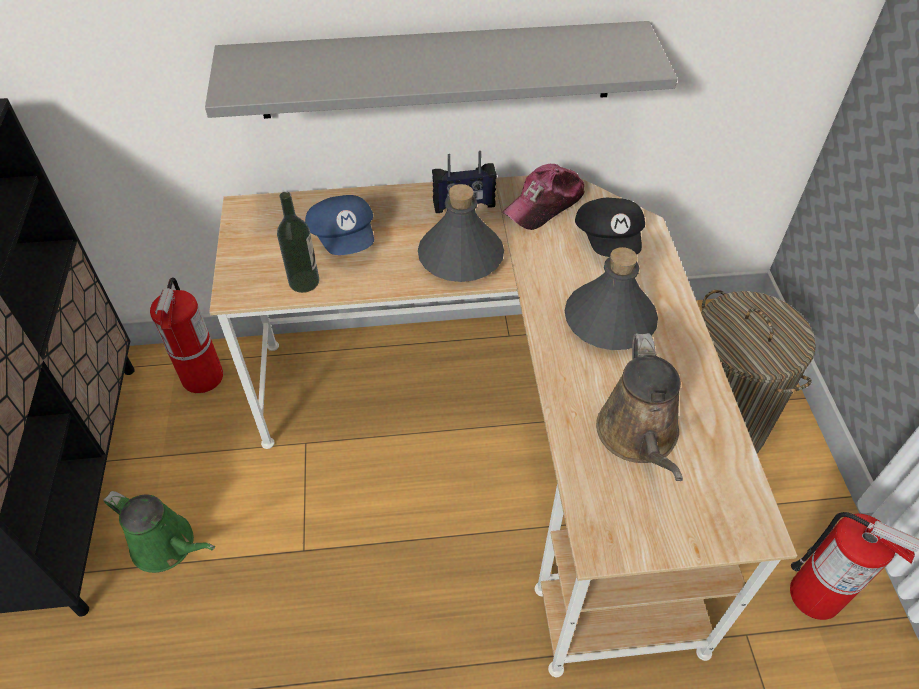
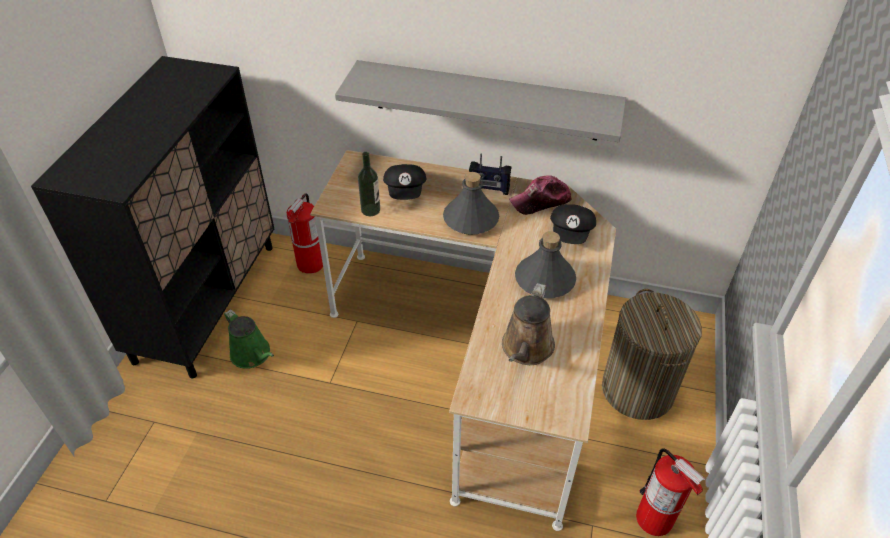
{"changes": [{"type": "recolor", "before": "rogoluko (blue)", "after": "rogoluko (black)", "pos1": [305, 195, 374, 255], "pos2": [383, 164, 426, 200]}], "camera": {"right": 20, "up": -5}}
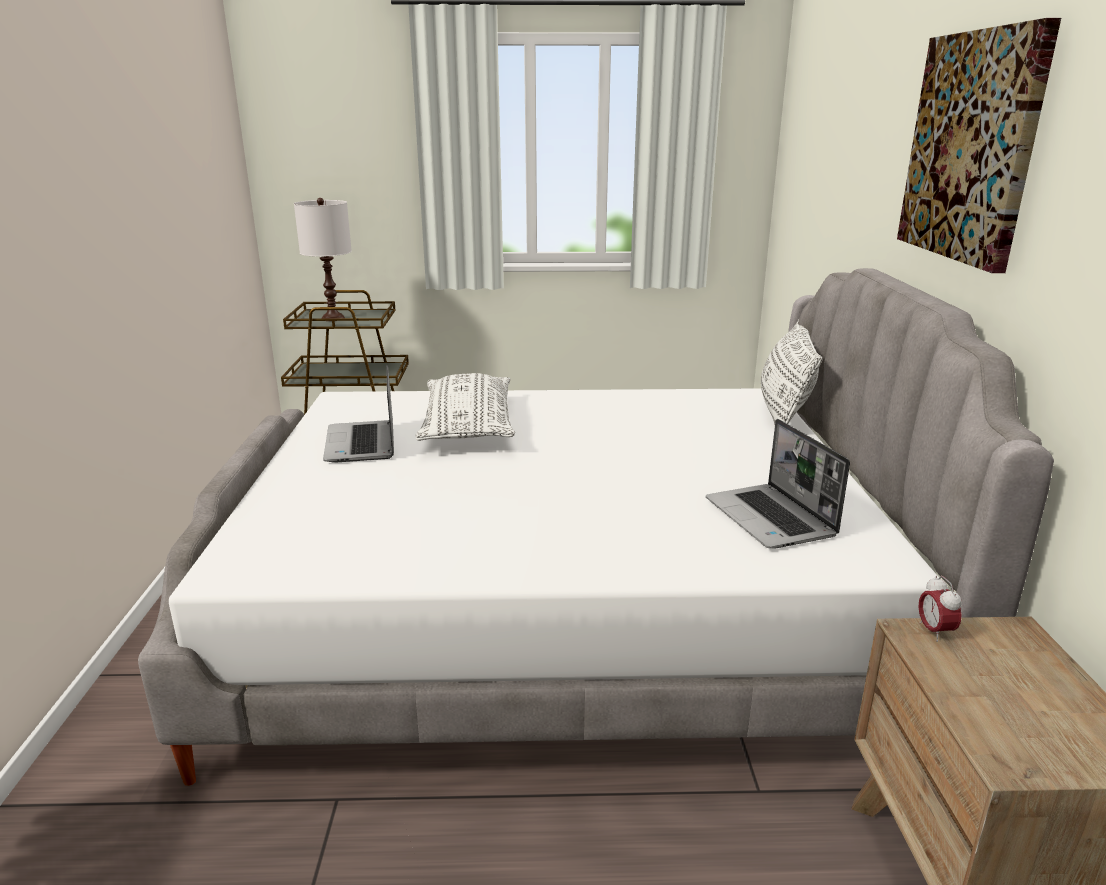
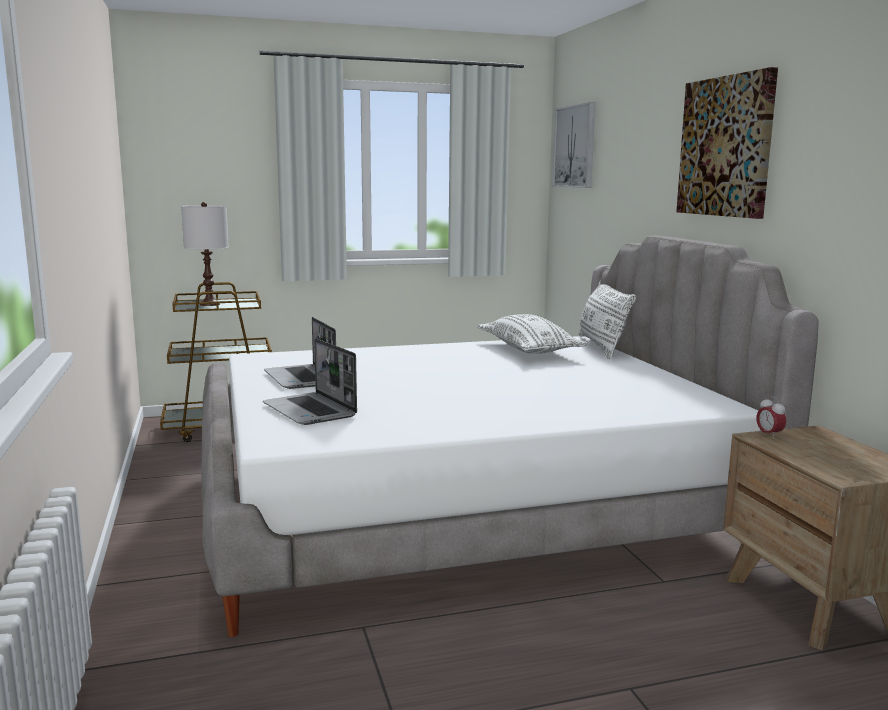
{"changes": [{"type": "move", "before": "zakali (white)", "pos1": [415, 373, 515, 441], "pos2": [477, 314, 587, 354]}, {"type": "move", "before": "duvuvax", "pos1": [706, 419, 850, 548], "pos2": [263, 338, 357, 425]}, {"type": "insert", "after": "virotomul", "pos2": [552, 102, 596, 188]}], "camera": {"right": -15, "up": -10}}
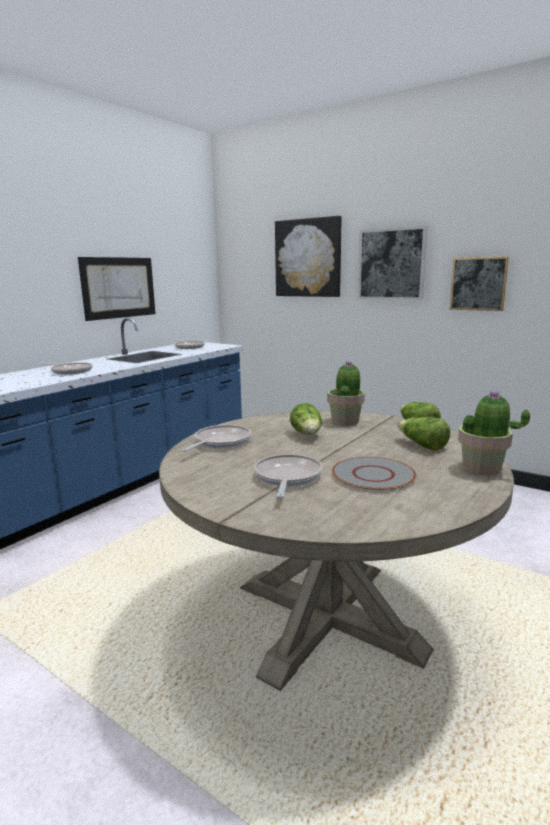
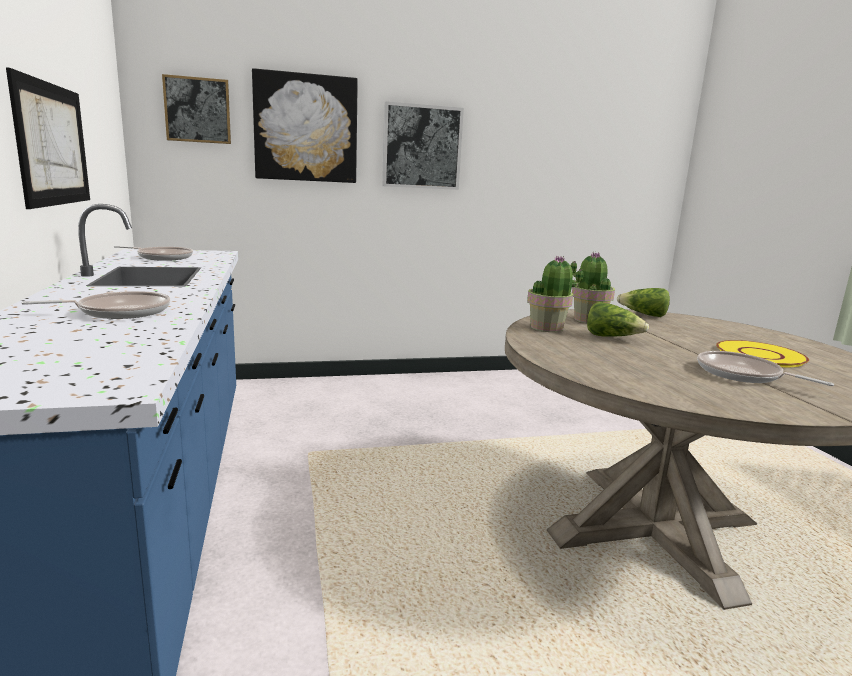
{"changes": [{"type": "delete", "before": "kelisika", "pos1": [182, 425, 251, 452]}, {"type": "recolor", "before": "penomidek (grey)", "after": "penomidek (yellow)", "pos1": [332, 457, 416, 491], "pos2": [716, 340, 809, 367]}, {"type": "delete", "before": "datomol", "pos1": [398, 417, 450, 451]}, {"type": "move", "before": "virotomul", "pos1": [450, 256, 509, 311], "pos2": [162, 74, 231, 144]}, {"type": "move", "before": "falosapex", "pos1": [458, 391, 530, 475], "pos2": [527, 256, 584, 332]}], "camera": {"right": -50, "up": 0}}
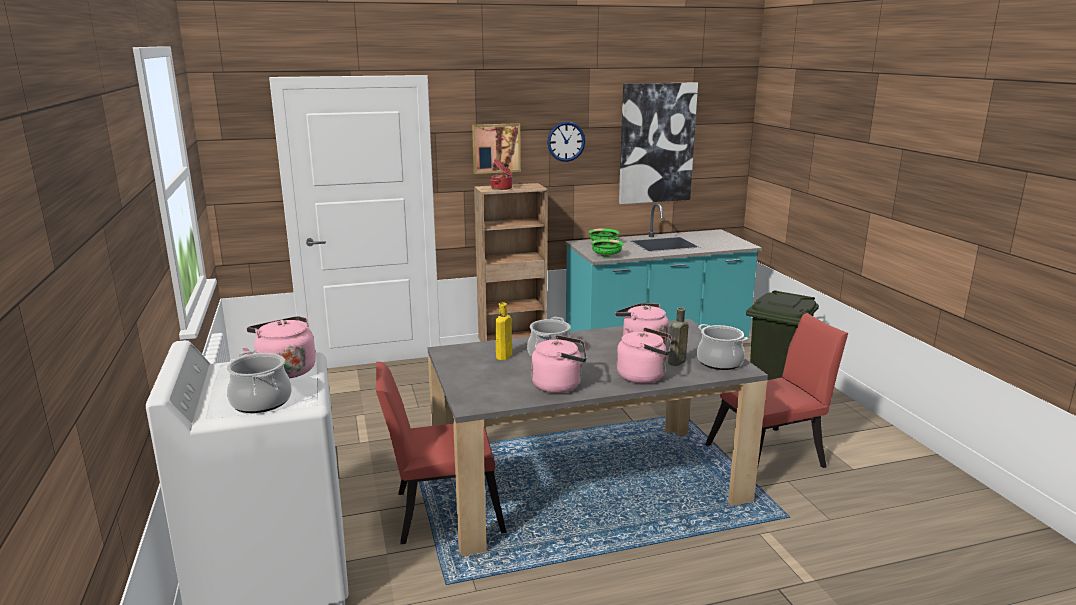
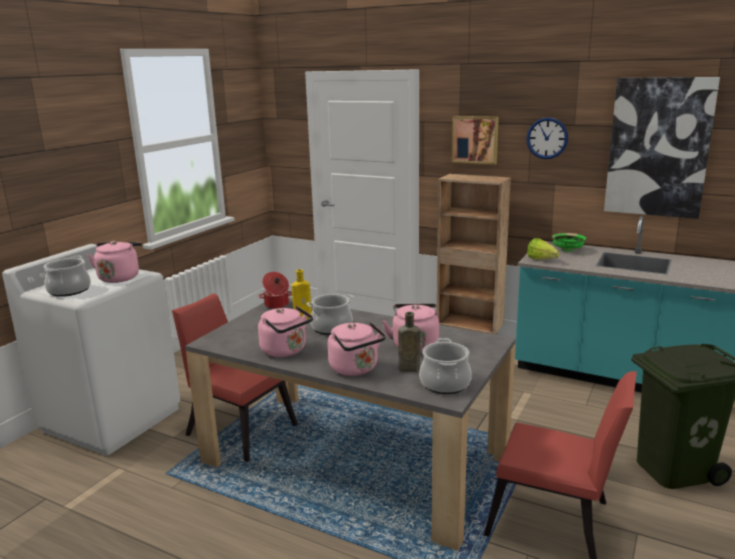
{"changes": [{"type": "move", "before": "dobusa", "pos1": [491, 159, 513, 190], "pos2": [259, 272, 292, 309]}, {"type": "replace", "before": "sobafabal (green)", "after": "datomol", "pos1": [591, 239, 623, 257], "pos2": [527, 238, 560, 260]}], "camera": {"right": 45, "up": 0}}
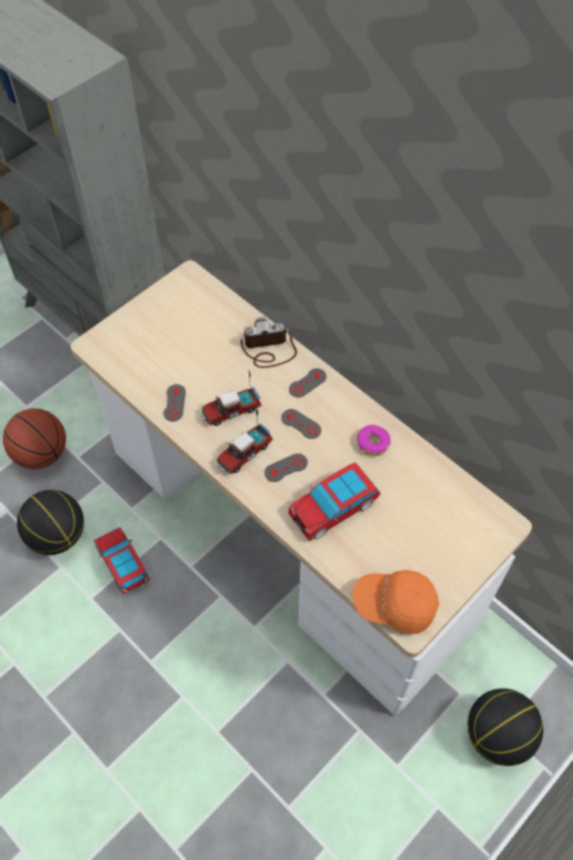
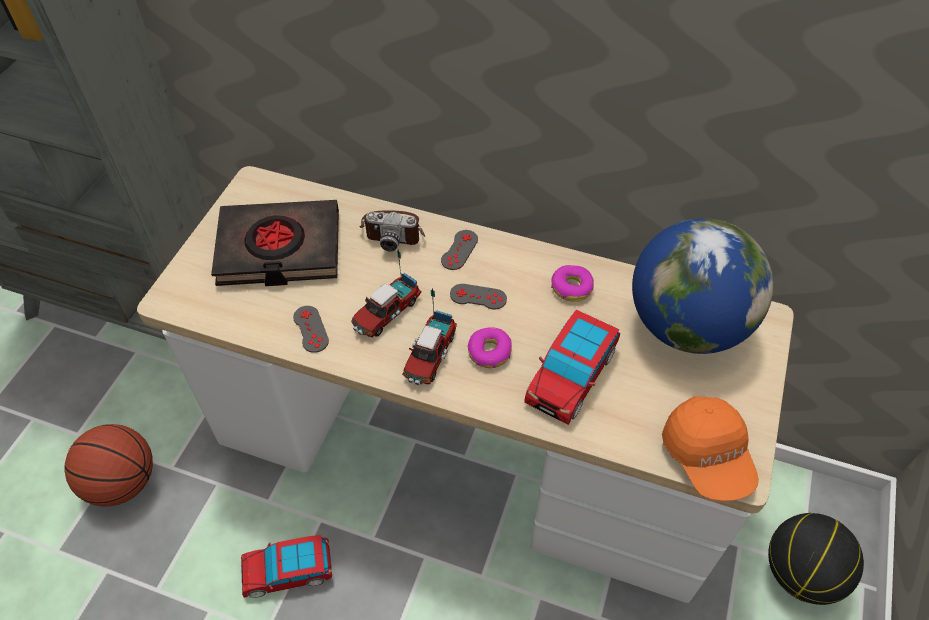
{"changes": [{"type": "delete", "before": "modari", "pos1": [17, 490, 84, 555]}, {"type": "rotate", "before": "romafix", "pos1": [94, 527, 150, 594], "pos2": [241, 535, 332, 598], "turn": -45}, {"type": "rotate", "before": "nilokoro", "pos1": [240, 317, 297, 368], "pos2": [359, 210, 425, 252], "turn": -135}, {"type": "replace", "before": "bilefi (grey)", "after": "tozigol", "pos1": [264, 453, 308, 482], "pos2": [468, 327, 512, 368]}, {"type": "rotate", "before": "rogoluko (orange)", "pos1": [352, 570, 439, 634], "pos2": [662, 396, 759, 501], "turn": -90}, {"type": "insert", "after": "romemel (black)", "pos2": [211, 200, 339, 286]}, {"type": "insert", "after": "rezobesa", "pos2": [632, 218, 773, 354]}], "camera": {"right": -25, "up": -5}}
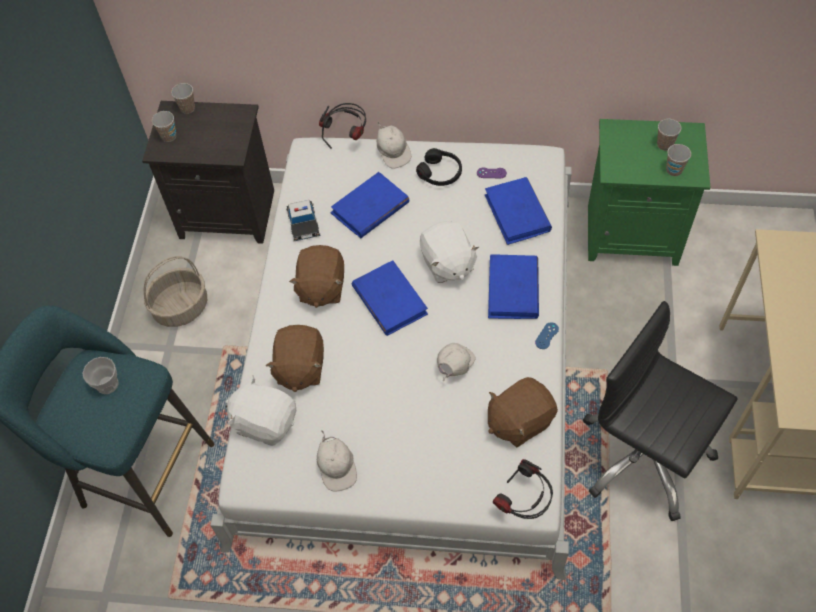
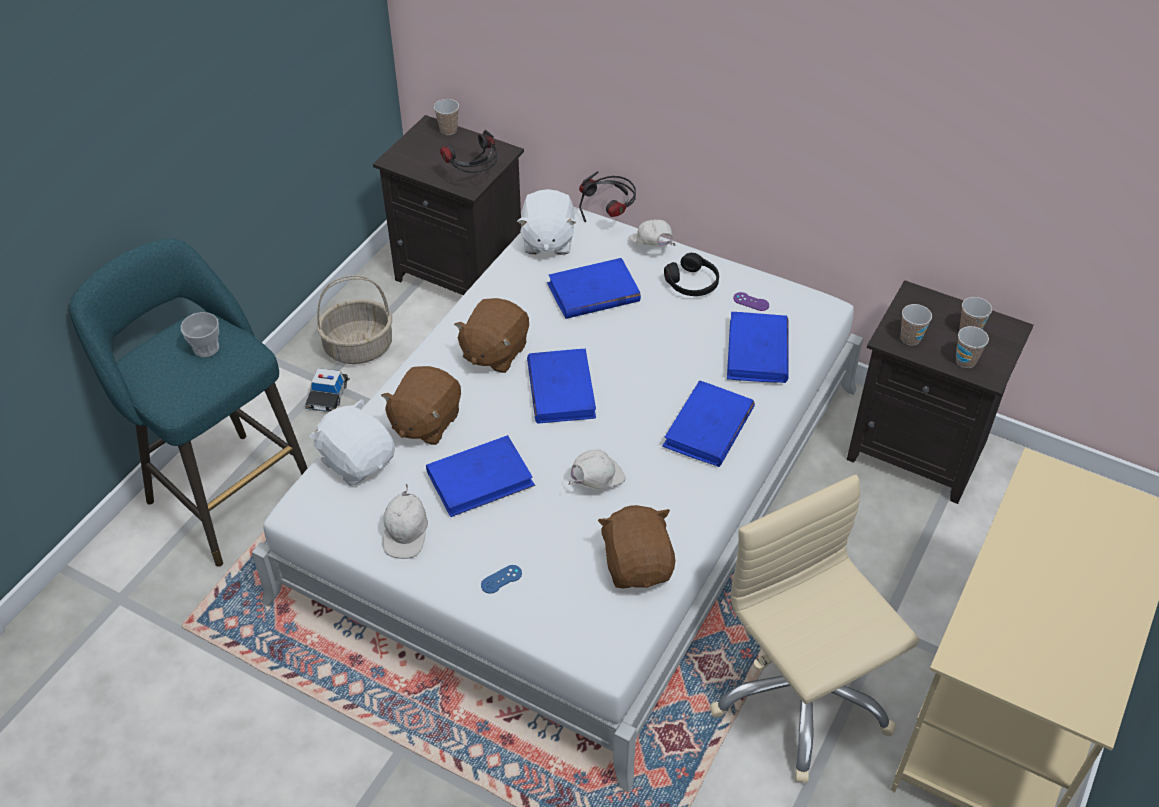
{"changes": [{"type": "move", "before": "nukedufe", "pos1": [152, 111, 176, 142], "pos2": [901, 304, 932, 346]}, {"type": "move", "before": "romafix", "pos1": [286, 200, 321, 241], "pos2": [305, 368, 350, 412]}, {"type": "rotate", "before": "rogoluko (white)", "pos1": [377, 122, 411, 169], "pos2": [629, 219, 676, 246], "turn": 150}, {"type": "move", "before": "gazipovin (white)", "pos1": [420, 221, 479, 283], "pos2": [517, 189, 576, 255]}, {"type": "rotate", "before": "gazipovin (brown)", "pos1": [488, 377, 558, 448], "pos2": [598, 505, 675, 589], "turn": 90}, {"type": "move", "before": "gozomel", "pos1": [493, 459, 553, 519], "pos2": [440, 130, 497, 173]}, {"type": "move", "before": "bilefi (blue)", "pos1": [535, 322, 559, 349], "pos2": [481, 565, 522, 594]}, {"type": "recolor", "before": "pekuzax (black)", "after": "pekuzax (beige)", "pos1": [583, 301, 738, 521], "pos2": [710, 475, 920, 783]}, {"type": "recolor", "before": "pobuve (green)", "after": "pobuve (black)", "pos1": [588, 119, 711, 266], "pos2": [847, 280, 1034, 504]}, {"type": "insert", "after": "romemel (blue)", "pos2": [426, 435, 535, 517]}], "camera": {"right": 20, "up": -10}}
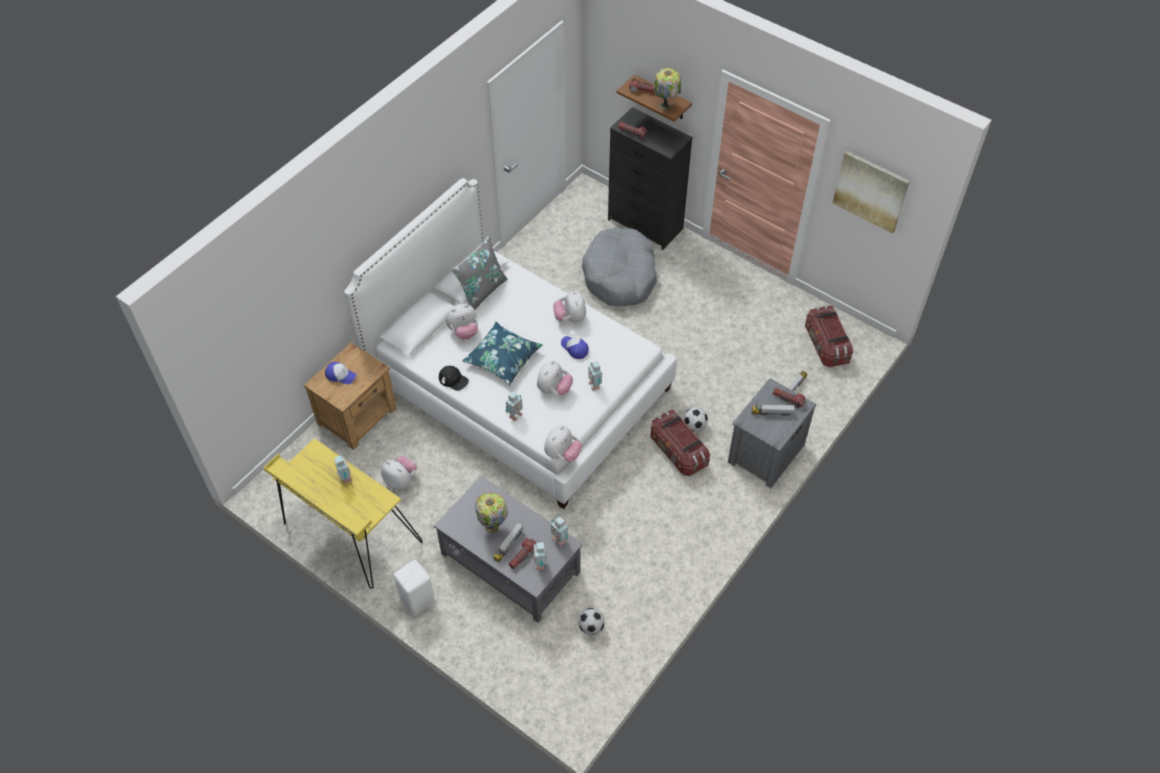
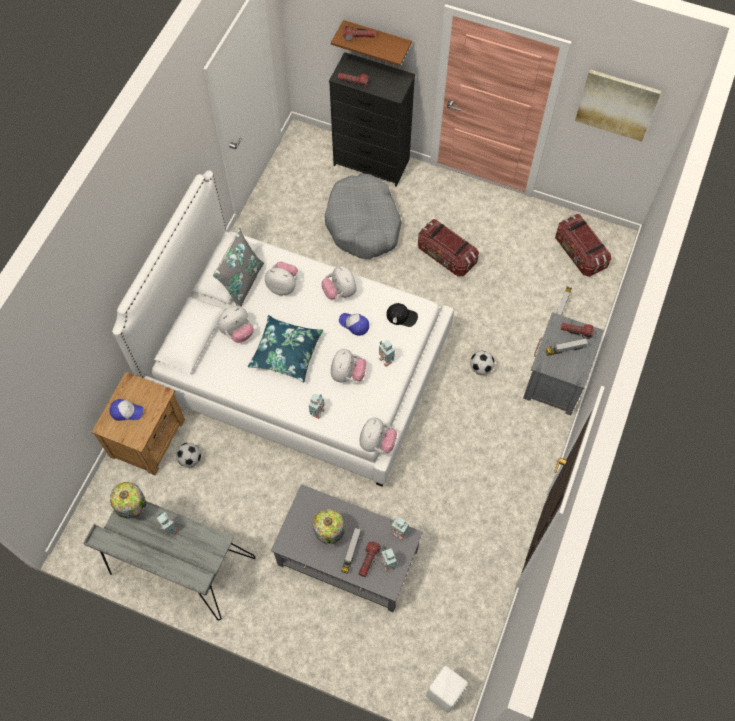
{"changes": [{"type": "recolor", "before": "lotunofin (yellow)", "after": "lotunofin (grey)", "pos1": [263, 438, 423, 589], "pos2": [83, 501, 256, 621]}, {"type": "move", "before": "gazipovin", "pos1": [381, 456, 417, 490], "pos2": [265, 262, 298, 295]}, {"type": "move", "before": "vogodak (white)", "pos1": [393, 560, 435, 616], "pos2": [426, 666, 468, 713]}, {"type": "move", "before": "rogoluko (black)", "pos1": [439, 366, 469, 391], "pos2": [386, 303, 418, 327]}, {"type": "move", "before": "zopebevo", "pos1": [578, 608, 605, 635], "pos2": [176, 443, 201, 468]}, {"type": "move", "before": "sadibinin", "pos1": [650, 410, 710, 476], "pos2": [418, 219, 479, 276]}, {"type": "move", "before": "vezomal", "pos1": [654, 68, 681, 111], "pos2": [110, 482, 146, 518]}], "camera": {"right": -15, "up": 10}}
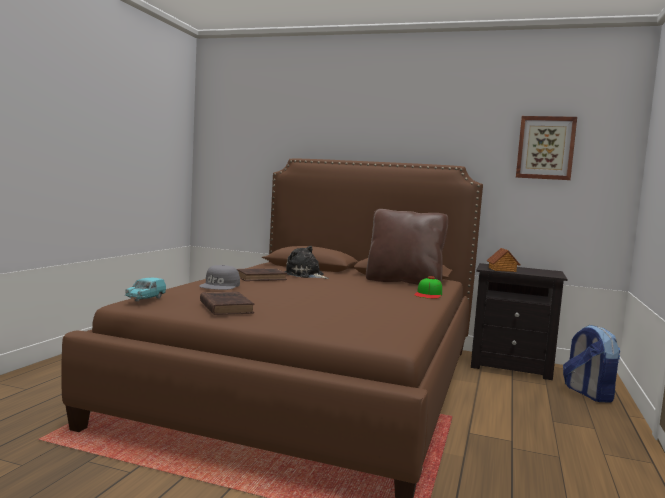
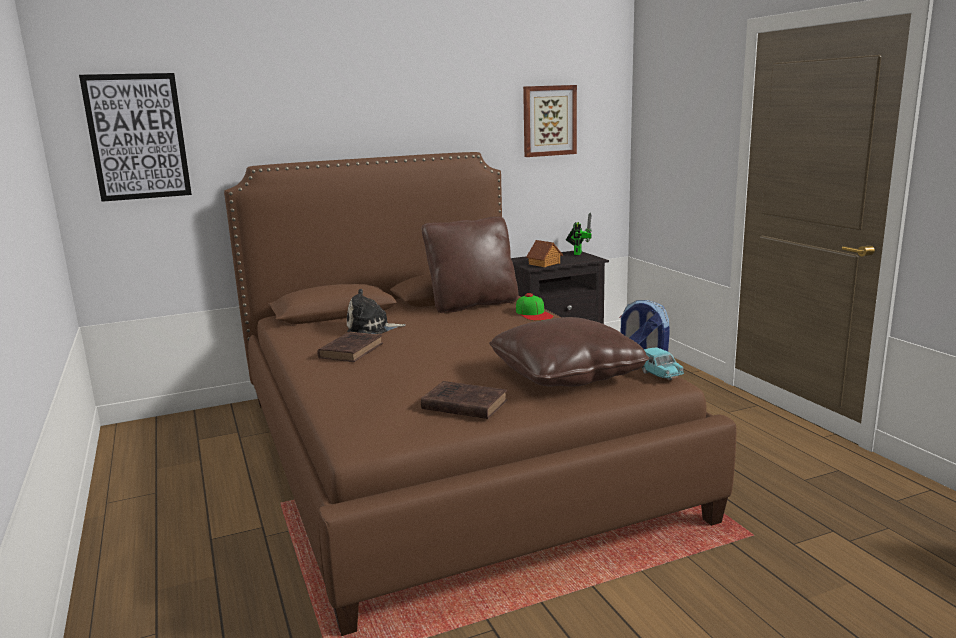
{"changes": [{"type": "move", "before": "romafix (turquoise)", "pos1": [125, 278, 166, 302], "pos2": [642, 348, 684, 380]}, {"type": "delete", "before": "rogoluko (grey)", "pos1": [199, 265, 240, 290]}, {"type": "insert", "after": "virotomul", "pos2": [79, 73, 192, 202]}, {"type": "insert", "after": "zakali (brown)", "pos2": [489, 317, 649, 387]}, {"type": "insert", "after": "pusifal", "pos2": [566, 213, 592, 255]}], "camera": {"right": -40, "up": 10}}
